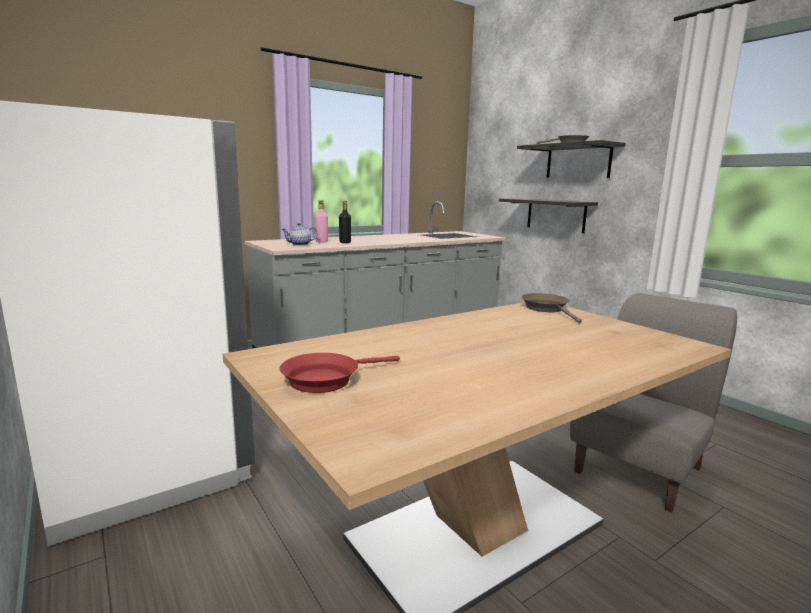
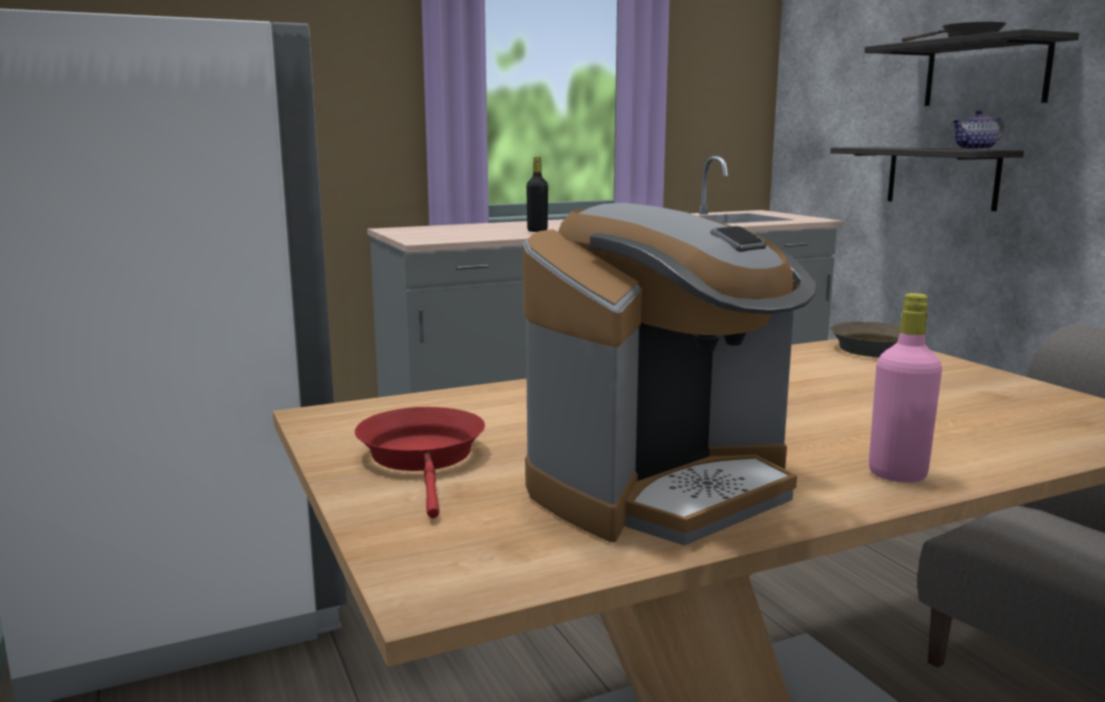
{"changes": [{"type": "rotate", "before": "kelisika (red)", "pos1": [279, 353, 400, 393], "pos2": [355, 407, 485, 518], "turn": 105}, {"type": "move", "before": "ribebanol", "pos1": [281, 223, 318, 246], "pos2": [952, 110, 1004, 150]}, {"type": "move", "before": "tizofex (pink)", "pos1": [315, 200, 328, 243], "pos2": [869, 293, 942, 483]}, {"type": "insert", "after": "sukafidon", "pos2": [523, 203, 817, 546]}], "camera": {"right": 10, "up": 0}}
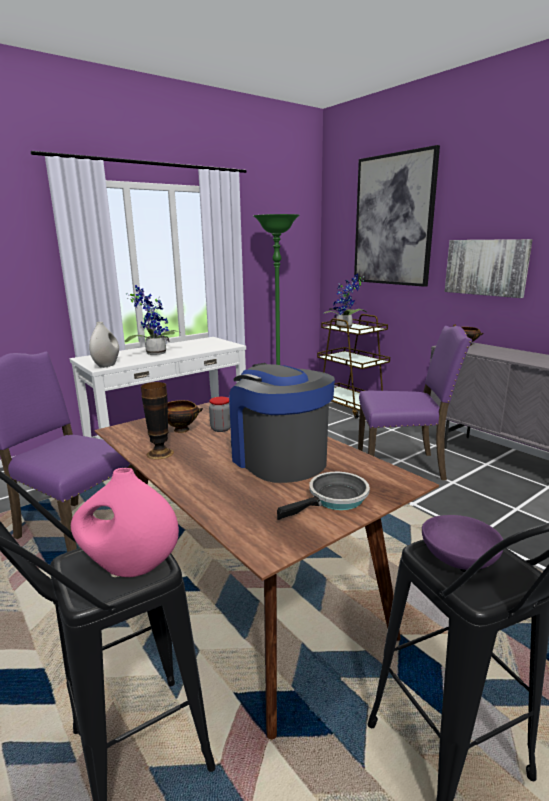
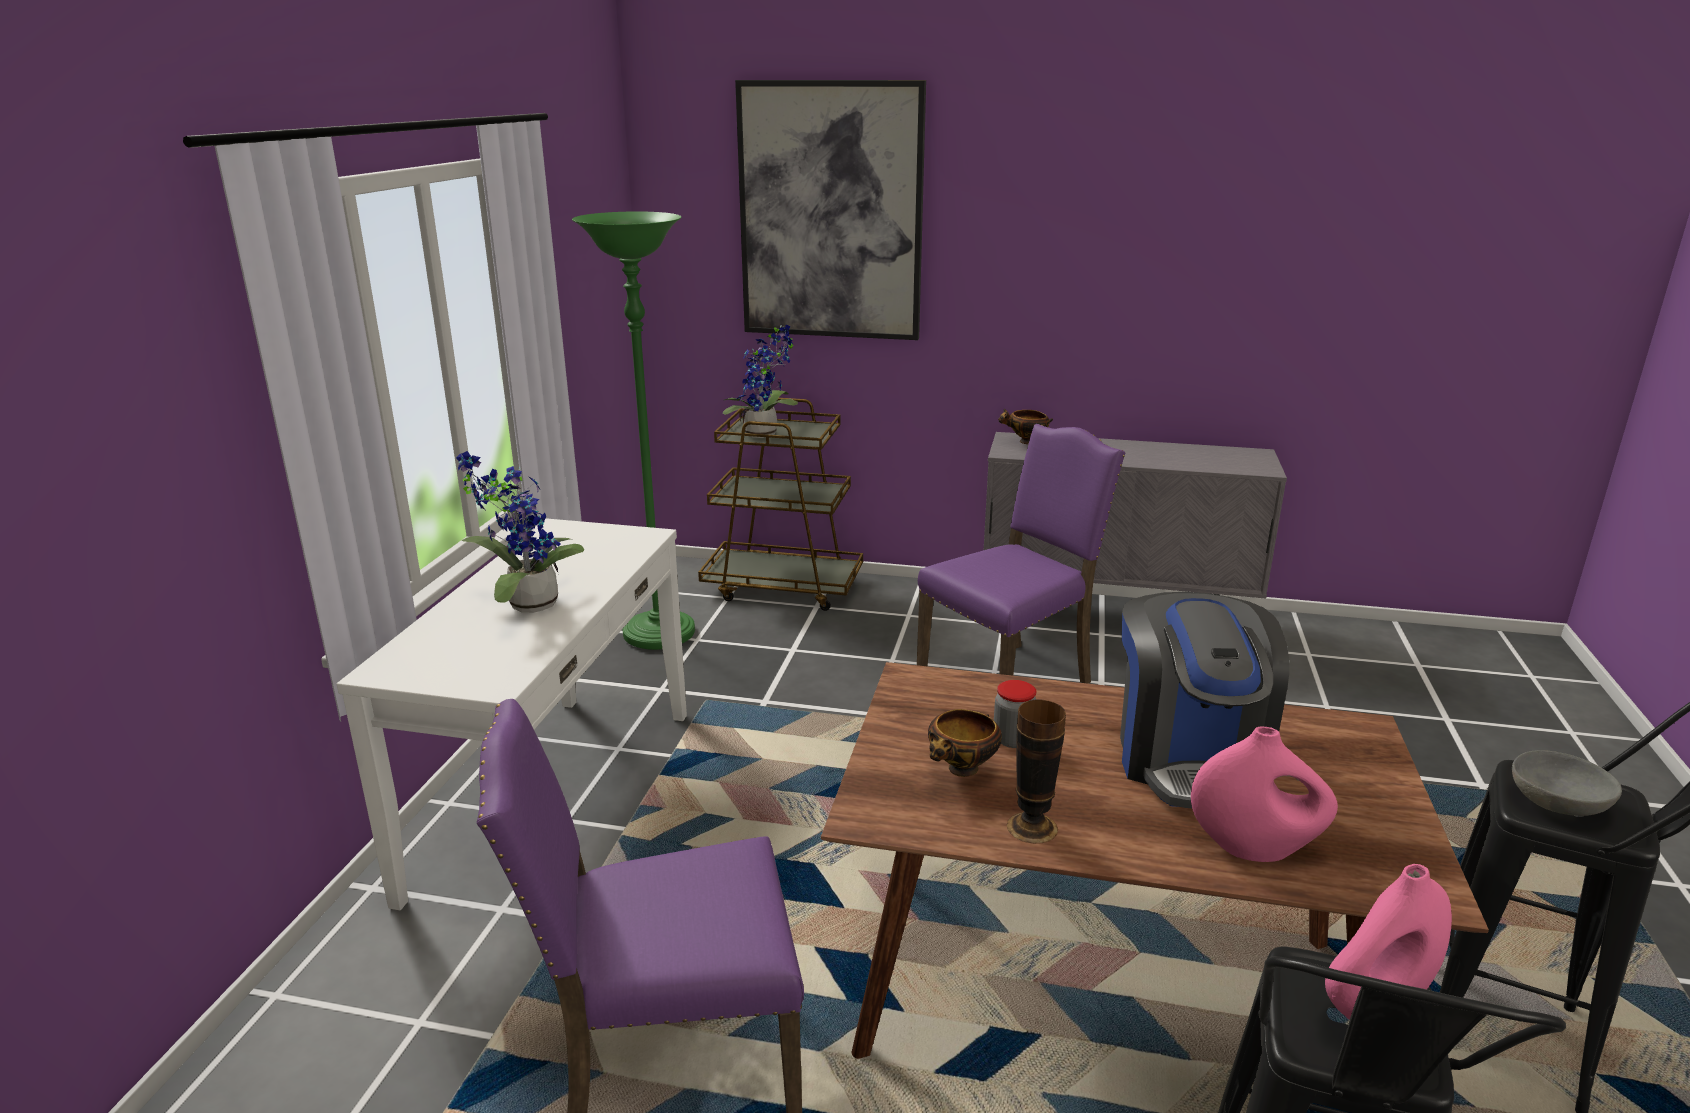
{"changes": [{"type": "delete", "before": "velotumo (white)", "pos1": [89, 322, 119, 368]}, {"type": "rotate", "before": "sukafidon", "pos1": [229, 363, 335, 483], "pos2": [1120, 592, 1289, 808], "turn": -105}, {"type": "delete", "before": "kelisika", "pos1": [277, 472, 370, 520]}, {"type": "recolor", "before": "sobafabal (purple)", "after": "sobafabal (grey)", "pos1": [422, 515, 503, 570], "pos2": [1512, 750, 1622, 816]}, {"type": "delete", "before": "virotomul", "pos1": [444, 239, 532, 298]}, {"type": "insert", "after": "velotumo (pink)", "pos2": [1191, 727, 1338, 862]}], "camera": {"right": -40, "up": 5}}
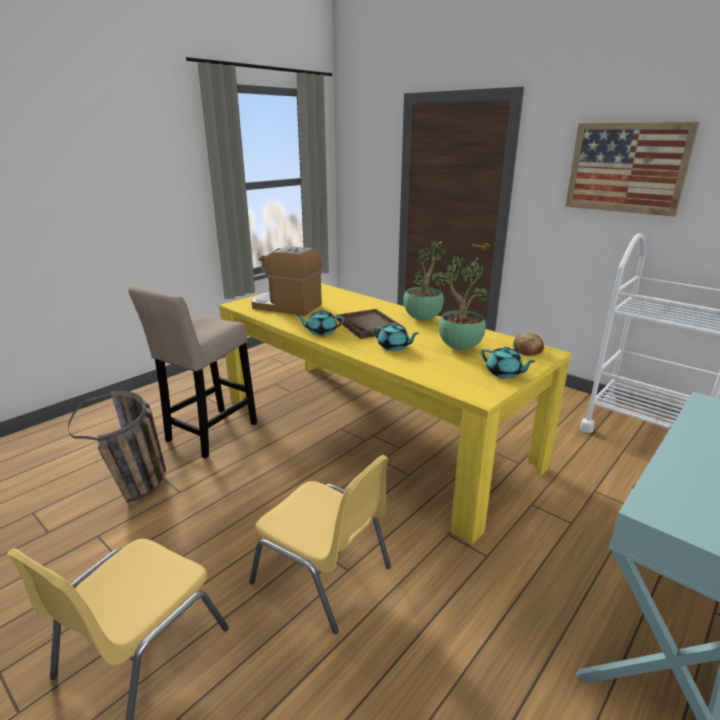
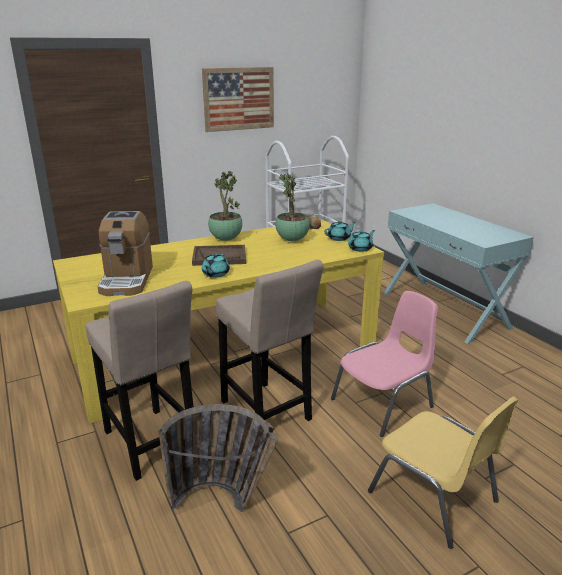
{"changes": [{"type": "recolor", "before": "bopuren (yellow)", "after": "bopuren (pink)", "pos1": [249, 455, 391, 634], "pos2": [331, 291, 438, 437]}, {"type": "rotate", "before": "sukafidon", "pos1": [251, 246, 322, 316], "pos2": [97, 211, 153, 296], "turn": -45}, {"type": "move", "before": "ribebanol (turquoise)", "pos1": [372, 323, 419, 351], "pos2": [348, 230, 375, 252]}, {"type": "insert", "after": "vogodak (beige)", "pos2": [216, 260, 324, 421]}], "camera": {"right": -70, "up": 0}}
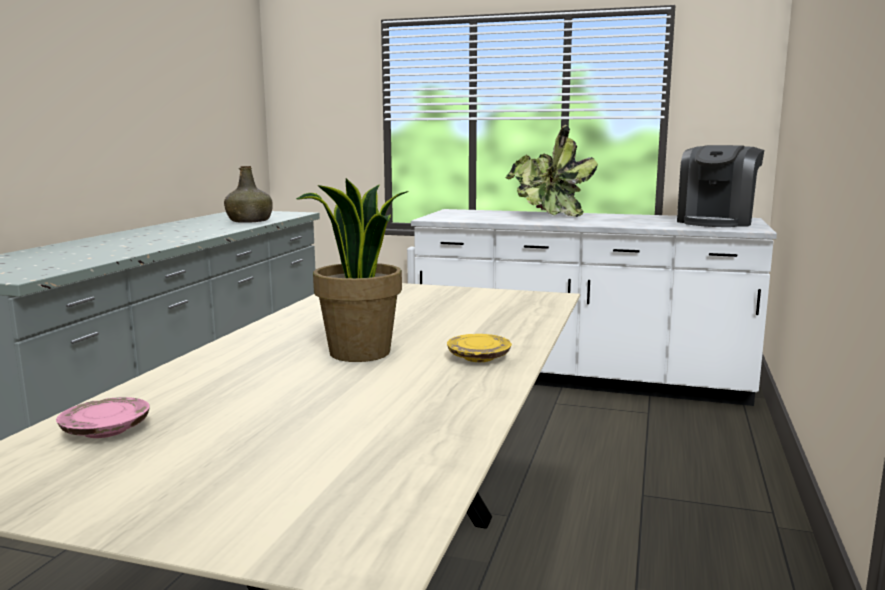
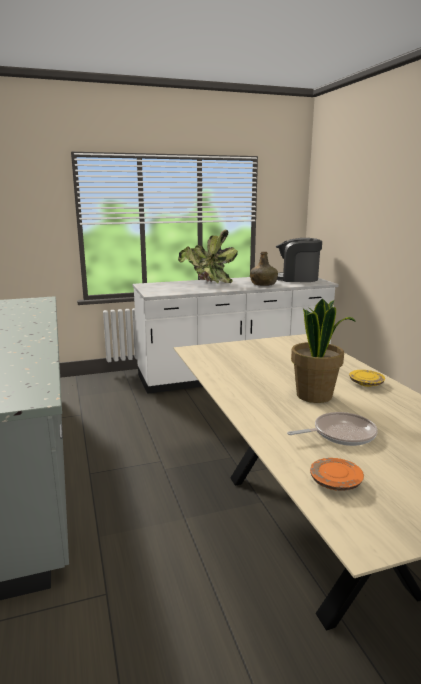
{"changes": [{"type": "recolor", "before": "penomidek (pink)", "after": "penomidek (orange)", "pos1": [56, 397, 150, 438], "pos2": [310, 458, 364, 491]}, {"type": "move", "before": "tizofex (green)", "pos1": [224, 166, 273, 223], "pos2": [250, 252, 278, 286]}, {"type": "rotate", "before": "sukafidon", "pos1": [677, 145, 764, 227], "pos2": [276, 238, 322, 282], "turn": 105}, {"type": "insert", "after": "kelisika", "pos2": [287, 412, 378, 446]}], "camera": {"right": -35, "up": 5}}
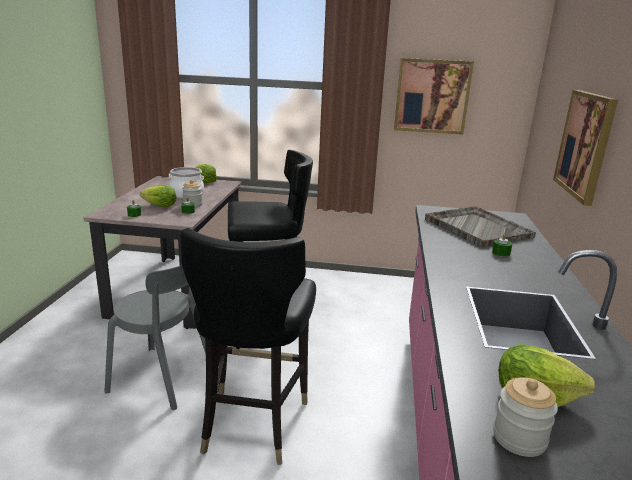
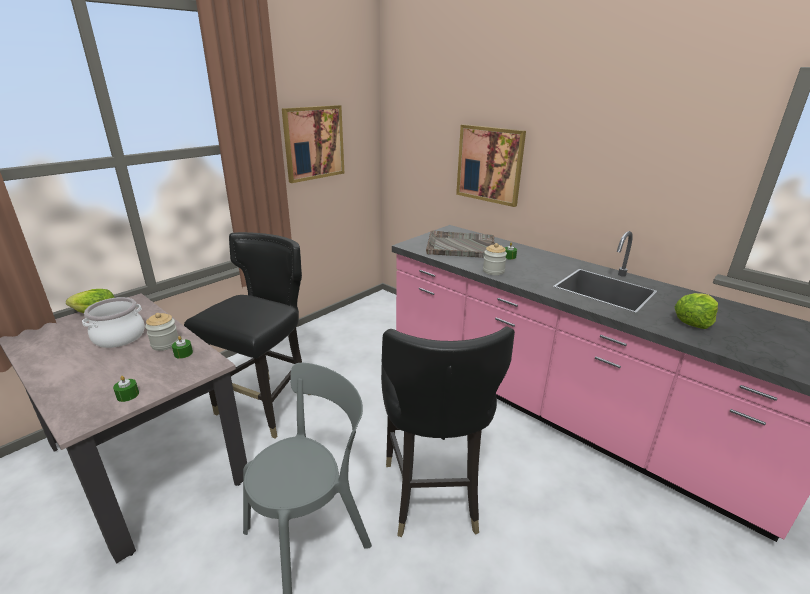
{"changes": [{"type": "delete", "before": "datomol", "pos1": [140, 185, 177, 208]}, {"type": "rotate", "before": "bopuren (black)", "pos1": [180, 228, 316, 465], "pos2": [381, 326, 515, 537], "turn": 45}, {"type": "move", "before": "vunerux", "pos1": [493, 377, 558, 457], "pos2": [483, 243, 507, 275]}], "camera": {"right": -55, "up": 5}}
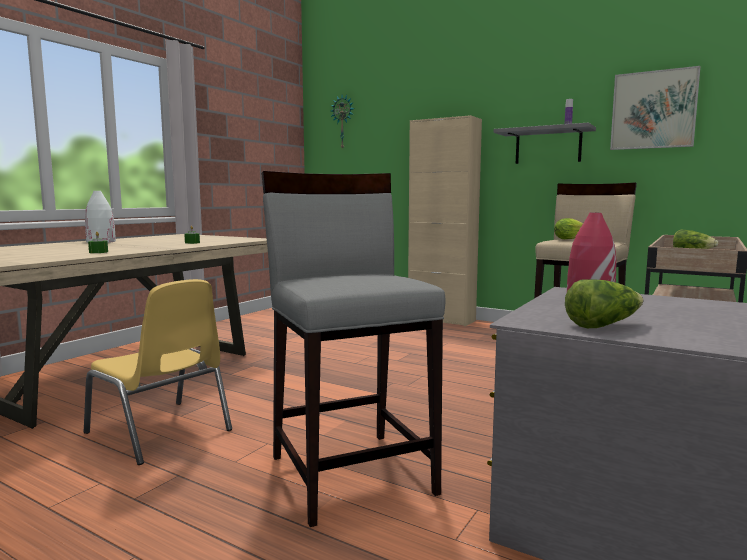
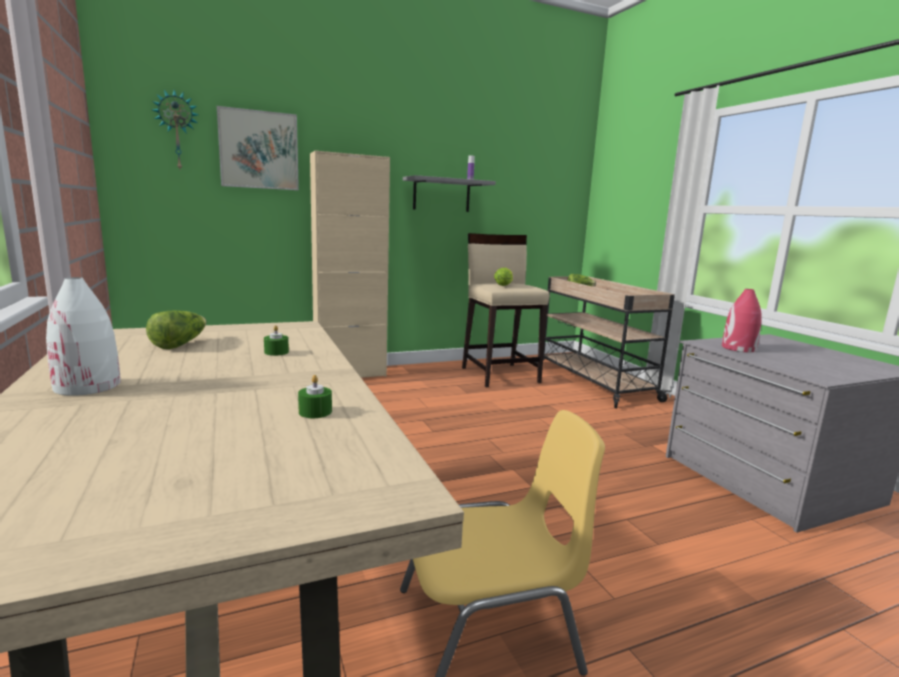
{"changes": [{"type": "delete", "before": "vogodak (grey)", "pos1": [261, 171, 445, 527]}, {"type": "move", "before": "datomol", "pos1": [565, 280, 644, 328], "pos2": [146, 310, 207, 349]}, {"type": "move", "before": "virotomul", "pos1": [610, 66, 701, 150], "pos2": [217, 106, 299, 190]}], "camera": {"right": -55, "up": 5}}
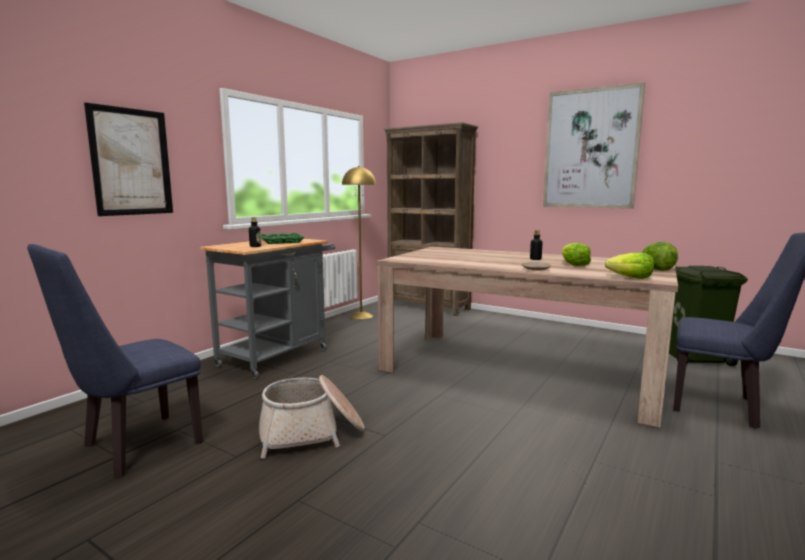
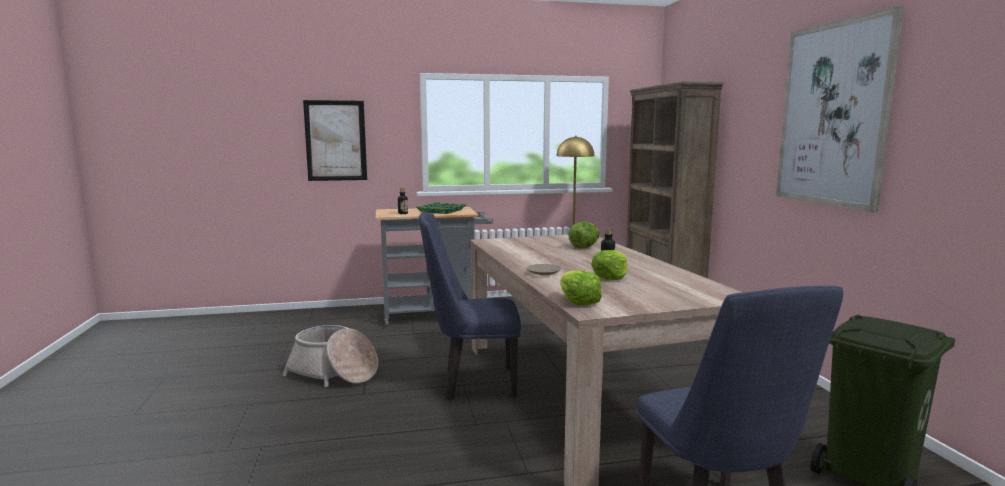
{"changes": [{"type": "move", "before": "bopuren (blue)", "pos1": [27, 244, 203, 478], "pos2": [419, 213, 521, 400]}, {"type": "move", "before": "datomol", "pos1": [642, 242, 678, 271], "pos2": [568, 221, 600, 248]}], "camera": {"right": 45, "up": 0}}
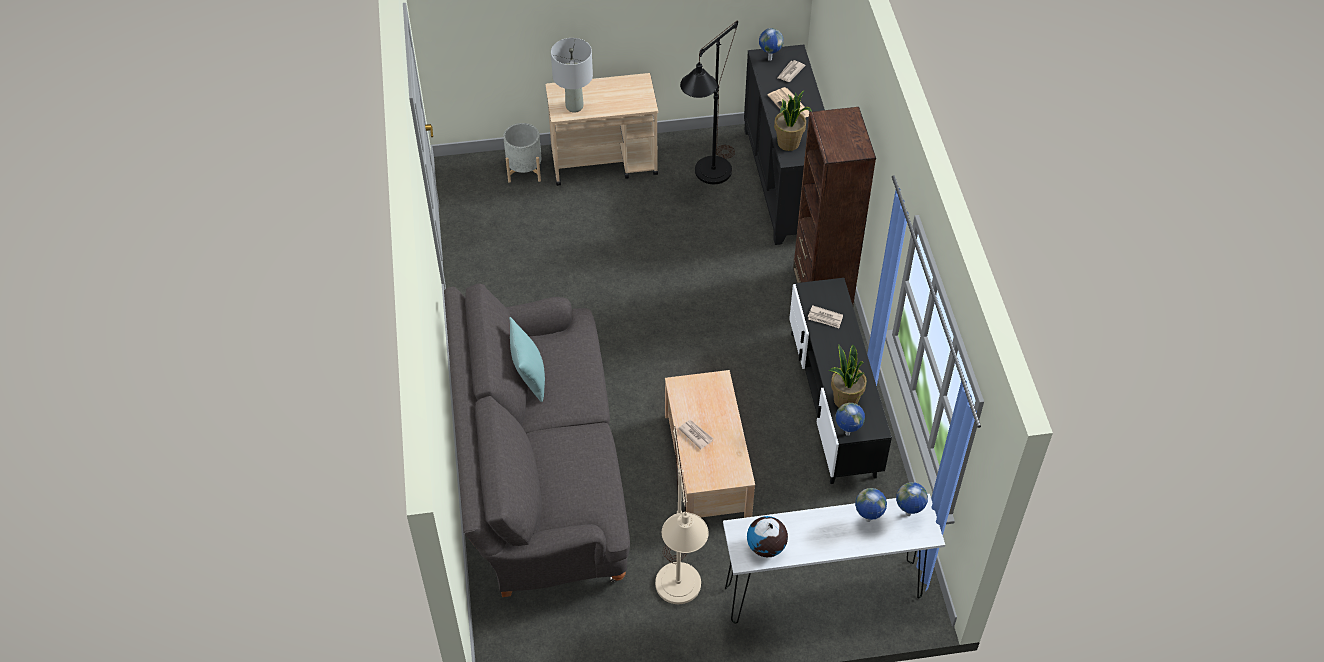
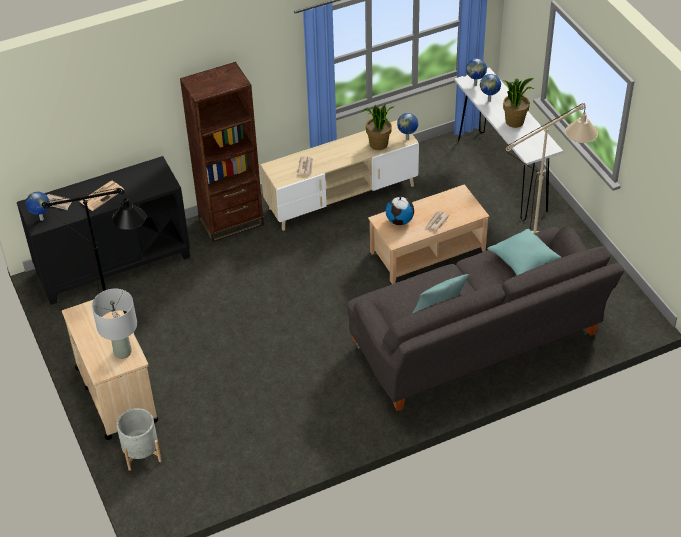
{"changes": [{"type": "move", "before": "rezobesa", "pos1": [747, 516, 788, 557], "pos2": [386, 196, 414, 225]}, {"type": "move", "before": "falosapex", "pos1": [774, 90, 812, 151], "pos2": [503, 78, 534, 128]}, {"type": "recolor", "before": "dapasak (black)", "after": "dapasak (beige)", "pos1": [789, 278, 892, 484], "pos2": [260, 120, 419, 231]}, {"type": "insert", "after": "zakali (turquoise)", "pos2": [487, 229, 562, 275]}], "camera": {"right": -105, "up": -5}}
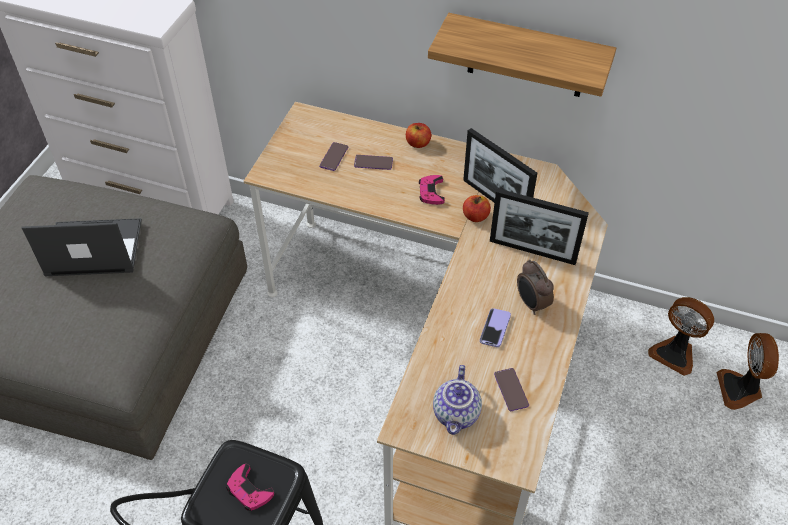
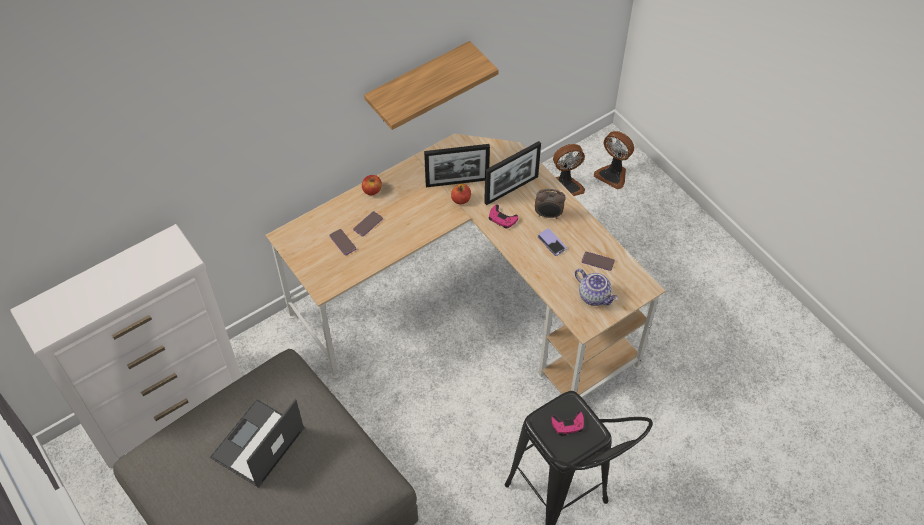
{"changes": [{"type": "move", "before": "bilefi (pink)", "pos1": [419, 175, 445, 205], "pos2": [489, 204, 518, 229]}], "camera": {"right": -55, "up": 5}}
